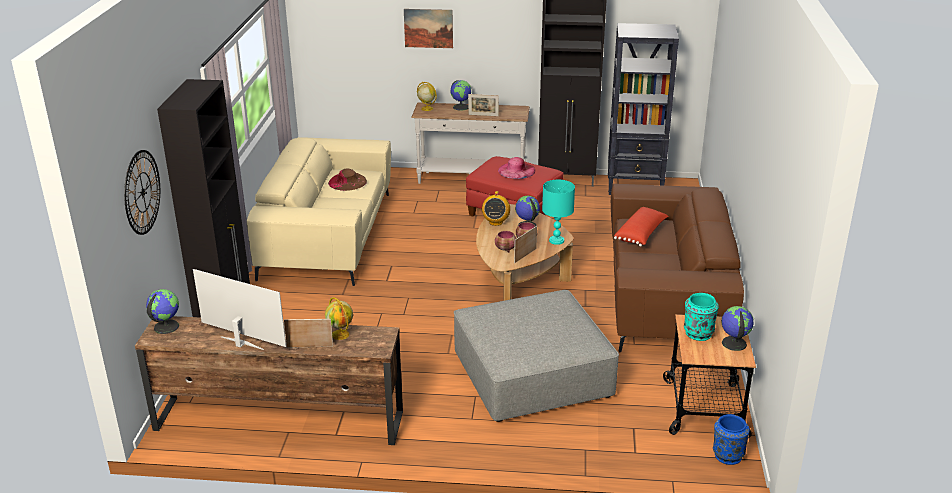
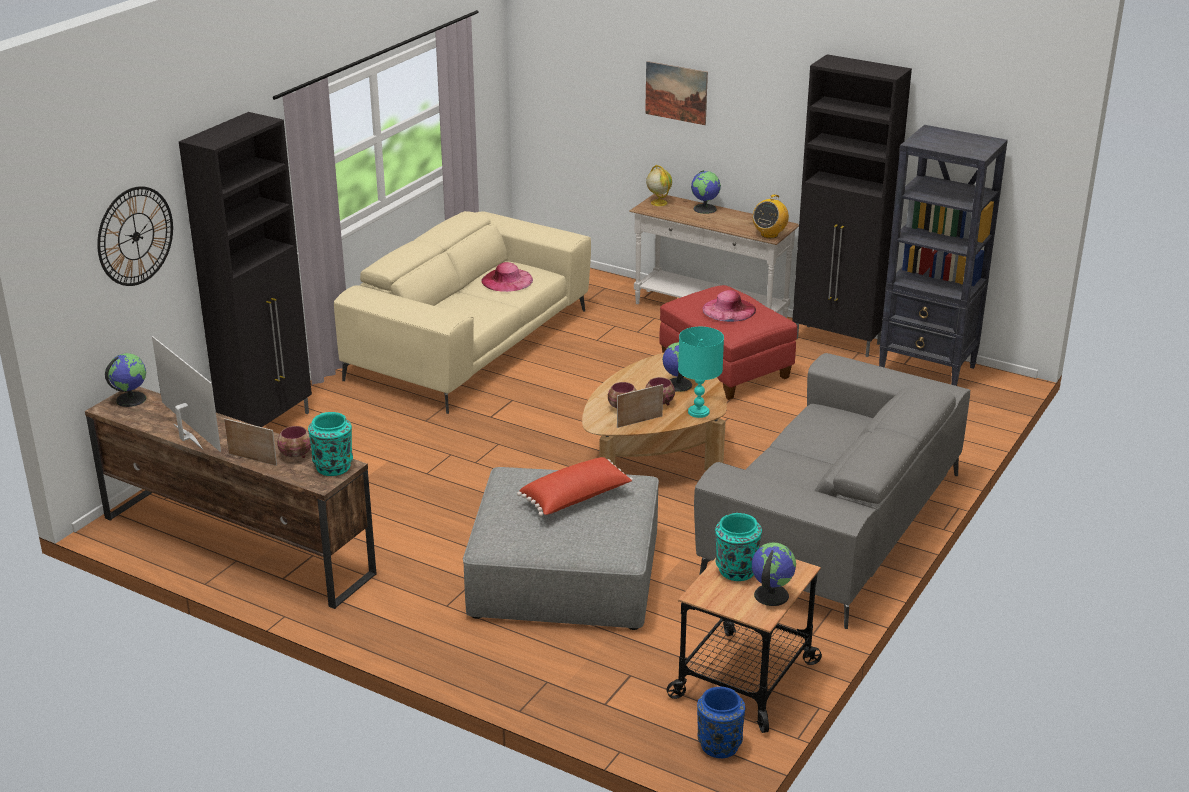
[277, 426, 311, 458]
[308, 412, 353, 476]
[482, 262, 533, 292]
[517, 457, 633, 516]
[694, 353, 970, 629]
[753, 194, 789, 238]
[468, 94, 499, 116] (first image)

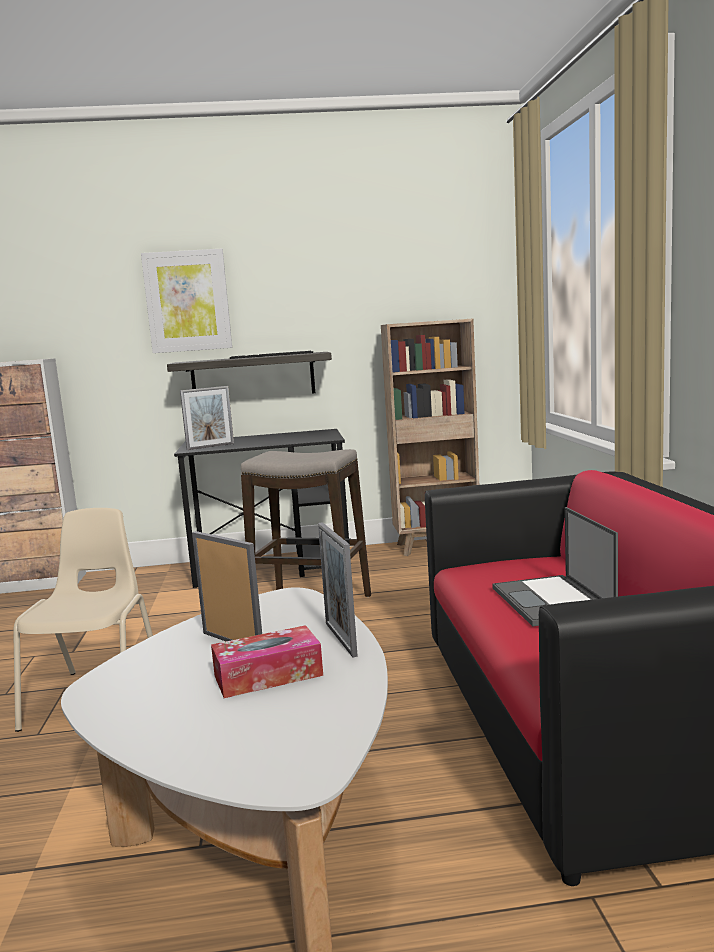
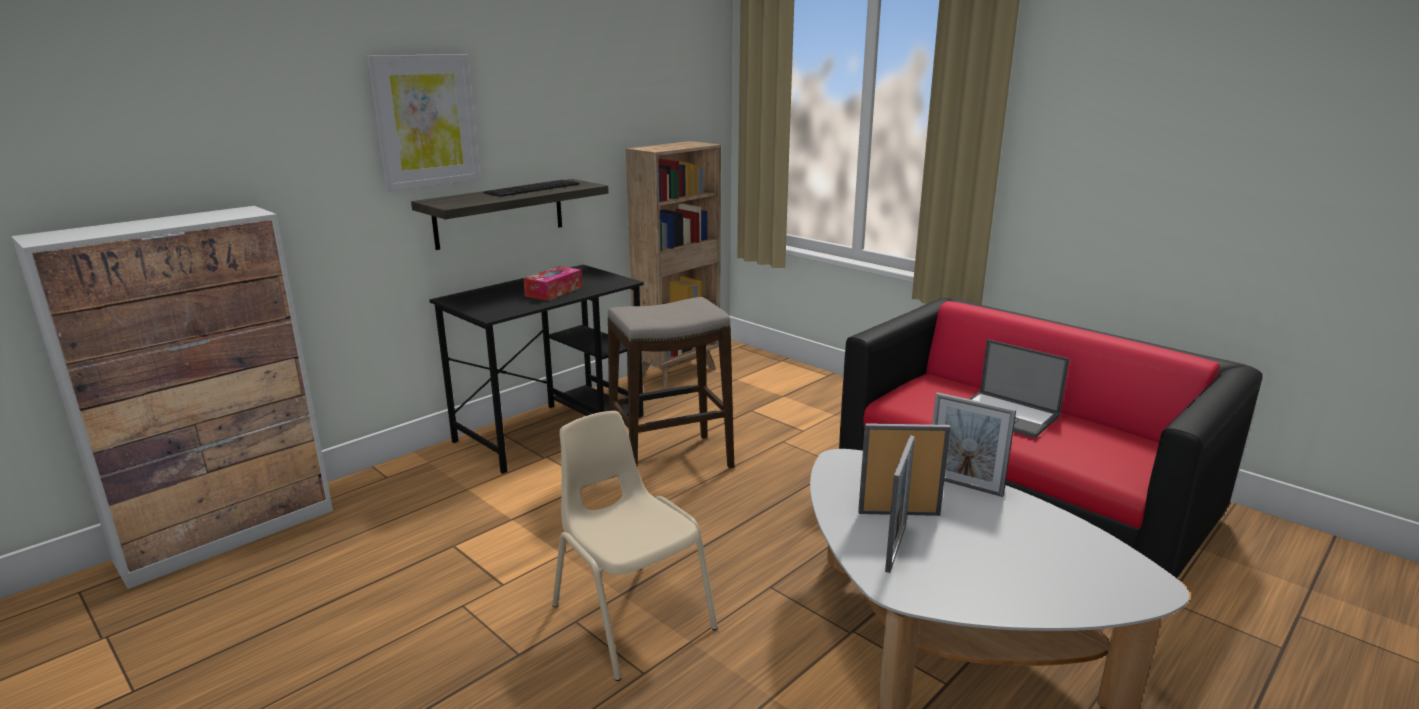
[523, 266, 582, 301]
[885, 435, 915, 573]

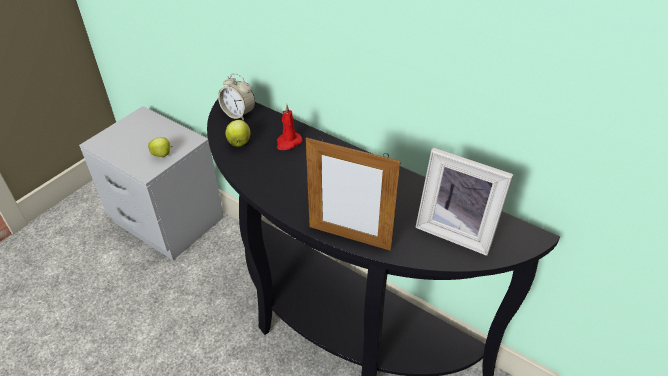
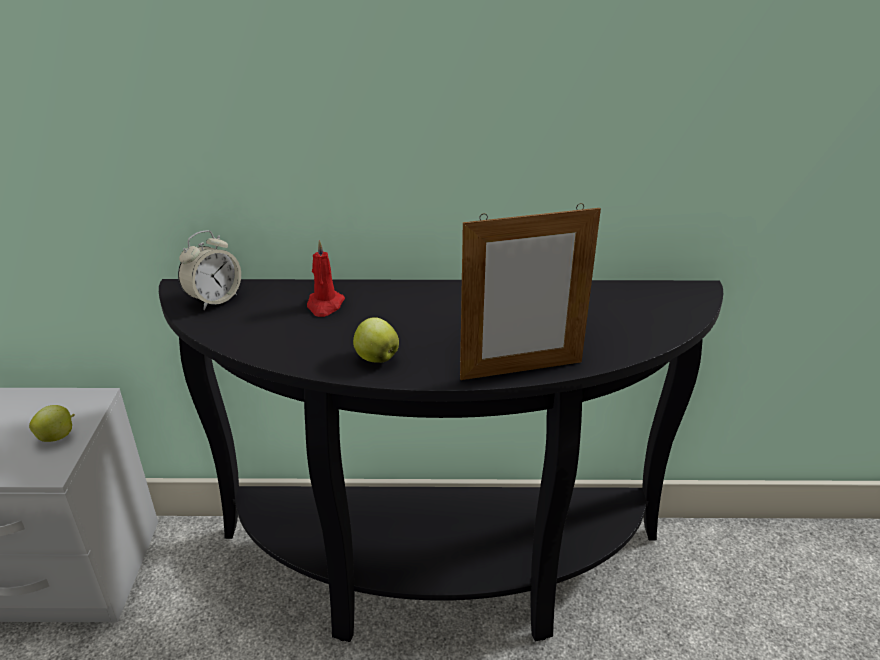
[178, 230, 241, 310]
[353, 317, 399, 363]
[415, 148, 514, 256] (first image)

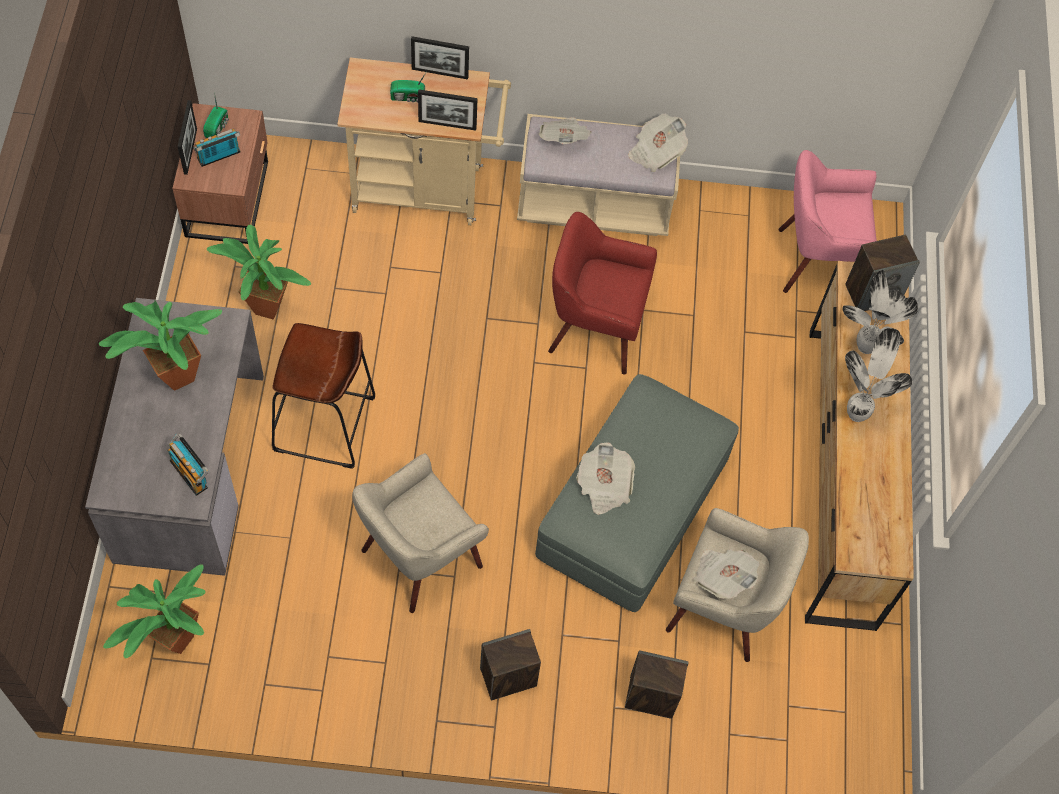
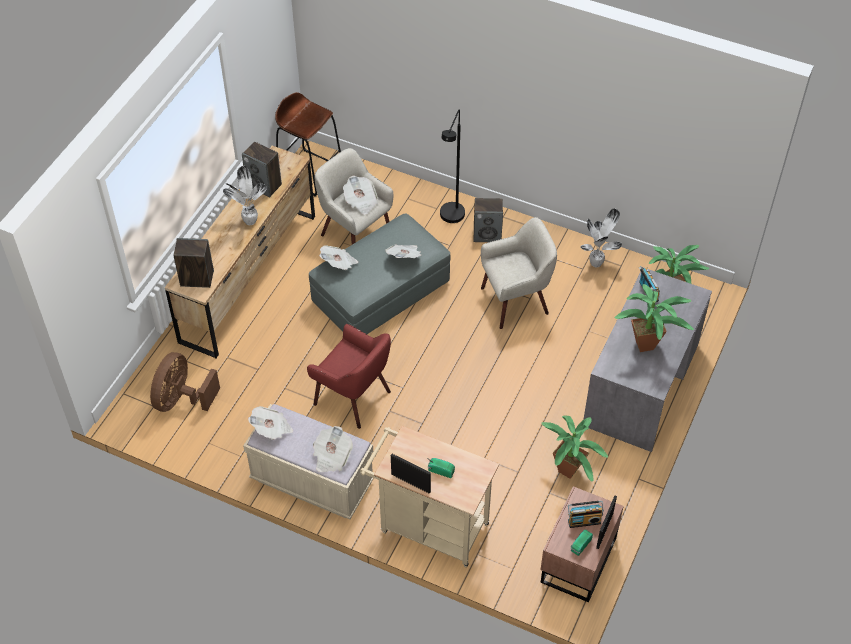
[150, 352, 220, 412]
[242, 142, 282, 198]
[275, 92, 341, 197]
[319, 245, 358, 270]
[440, 109, 465, 223]
[580, 209, 622, 267]
[418, 90, 478, 131] (first image)

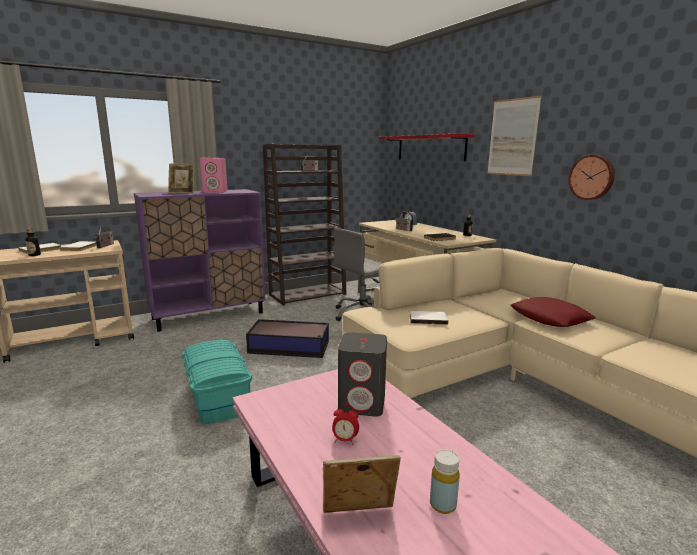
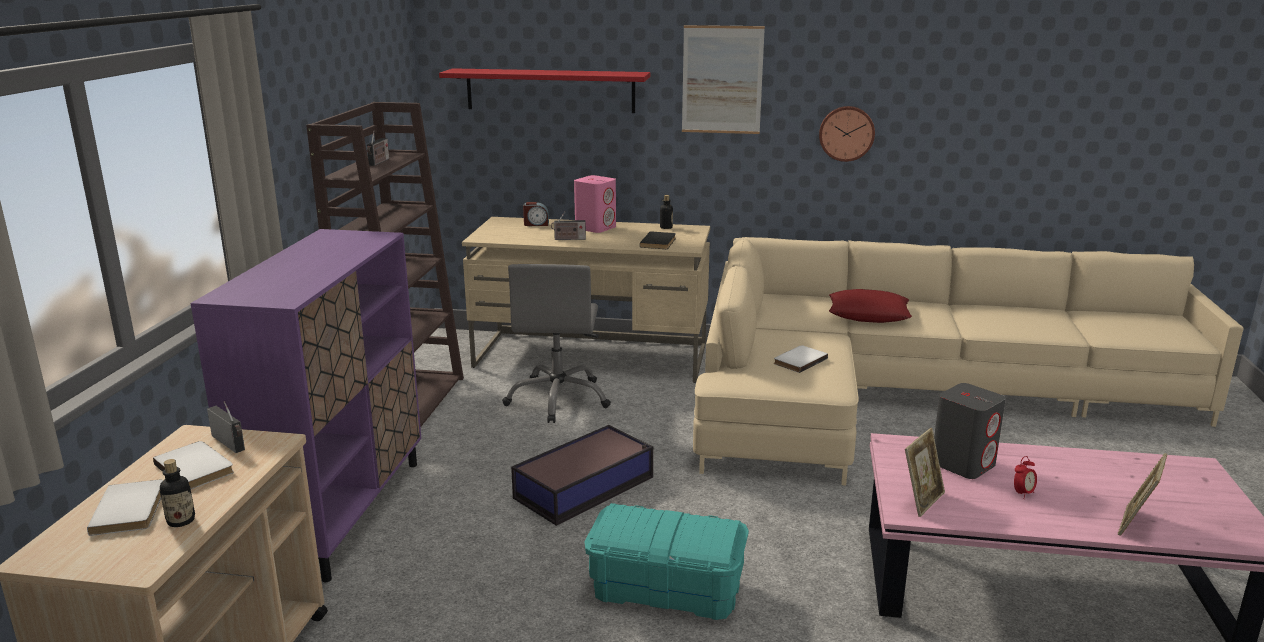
[574, 175, 616, 233]
[905, 428, 945, 517]
[430, 449, 460, 514] (first image)

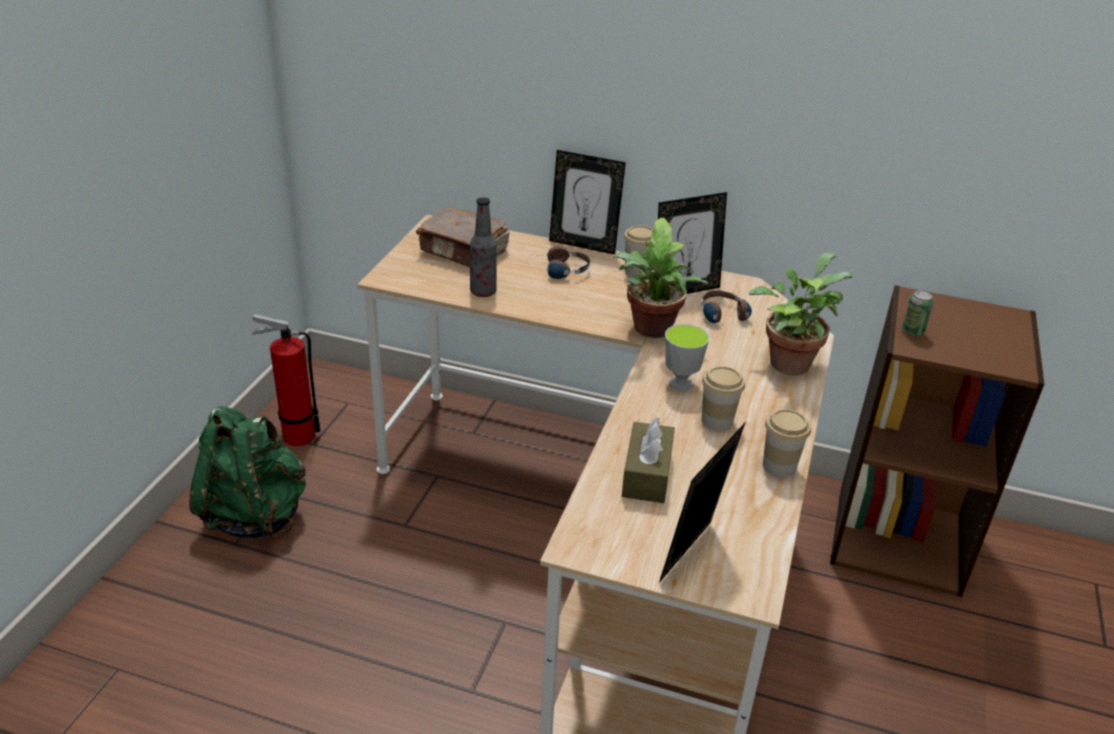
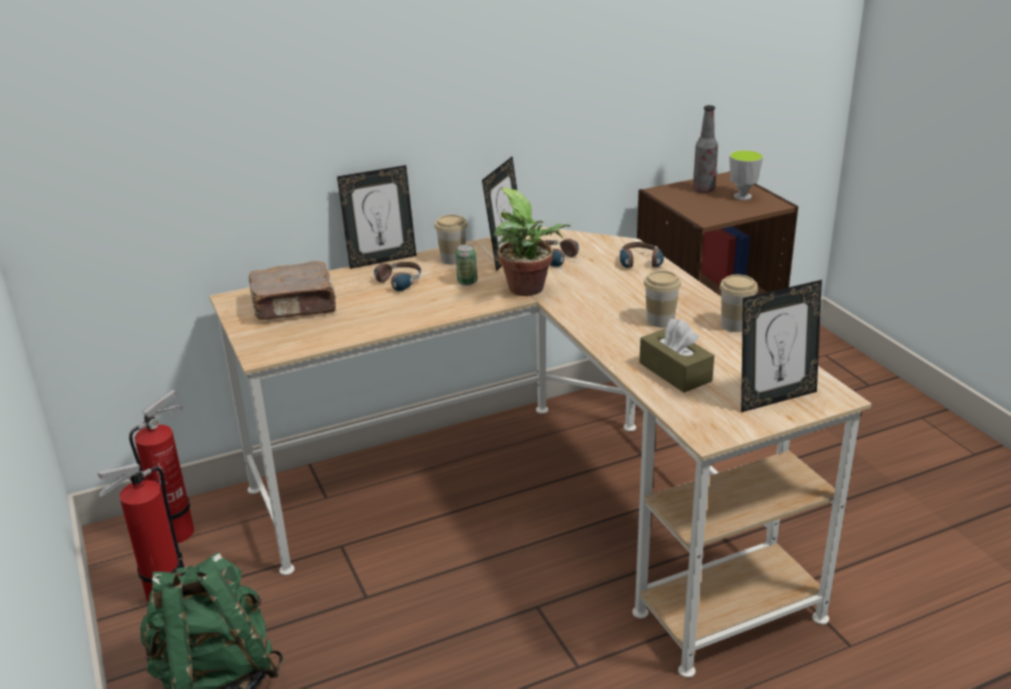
[129, 389, 194, 543]
[456, 244, 477, 286]
[620, 242, 664, 270]
[693, 105, 718, 193]
[729, 150, 763, 200]
[741, 280, 822, 412]

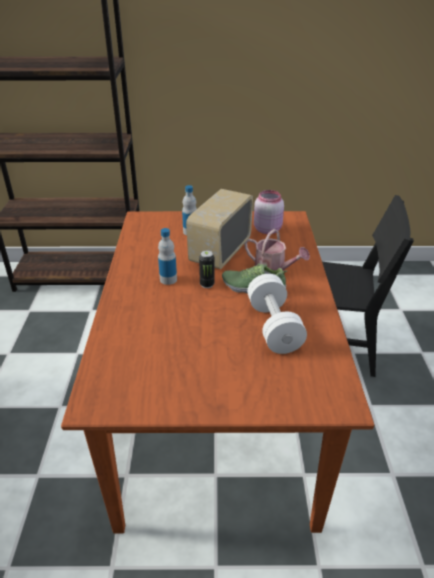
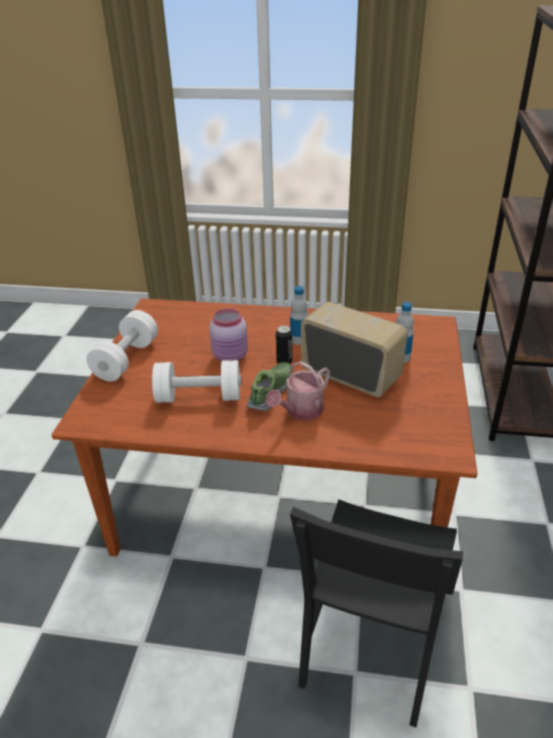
[87, 310, 158, 381]
[209, 309, 248, 362]

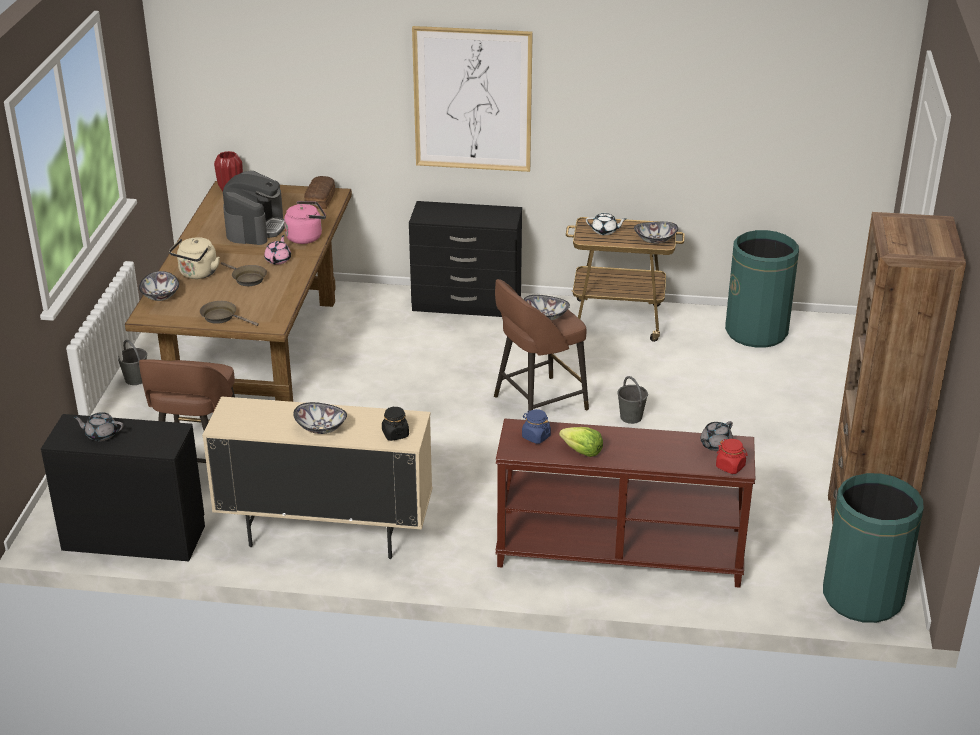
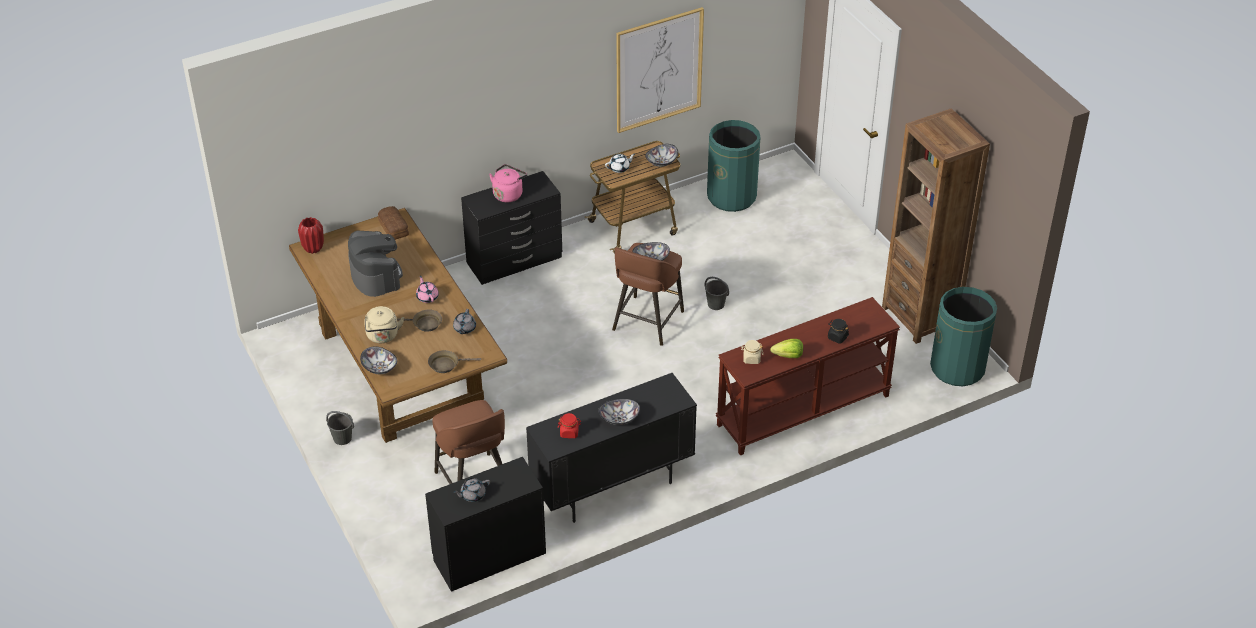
[453, 309, 476, 334]
[489, 164, 527, 202]
[526, 373, 697, 523]
[558, 413, 581, 438]
[616, 7, 704, 133]
[741, 340, 763, 364]
[828, 319, 849, 344]

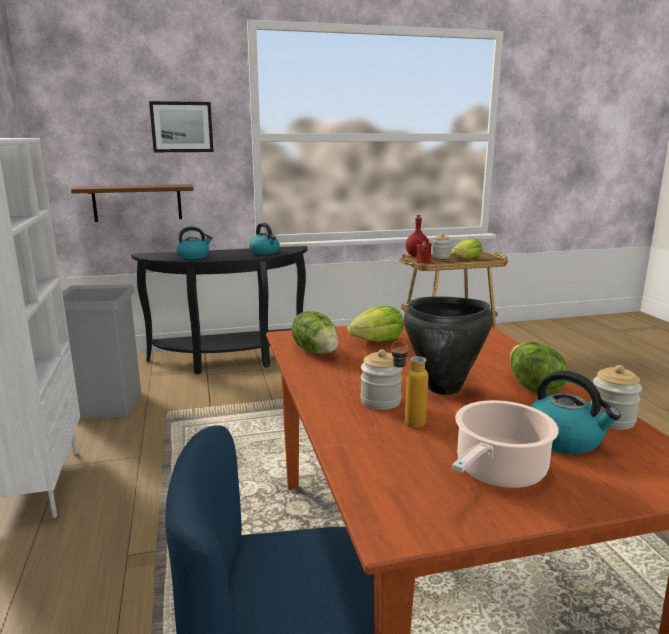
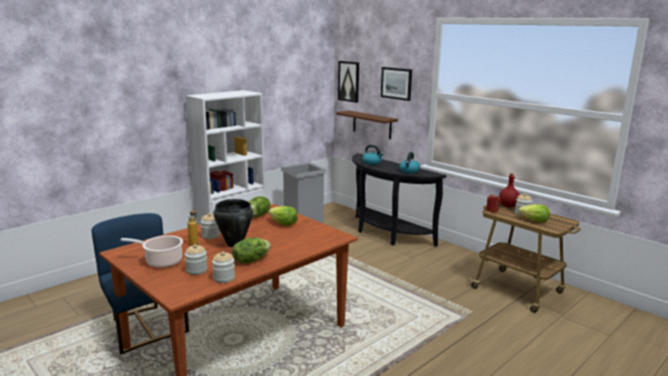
[185, 244, 208, 275]
[338, 61, 359, 103]

